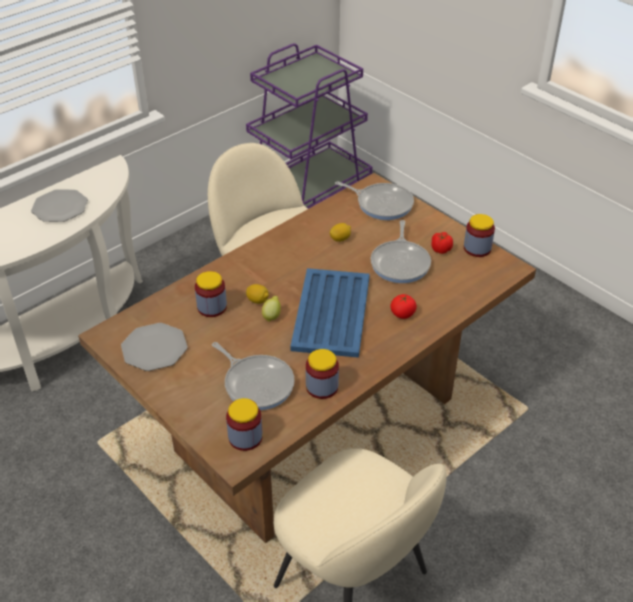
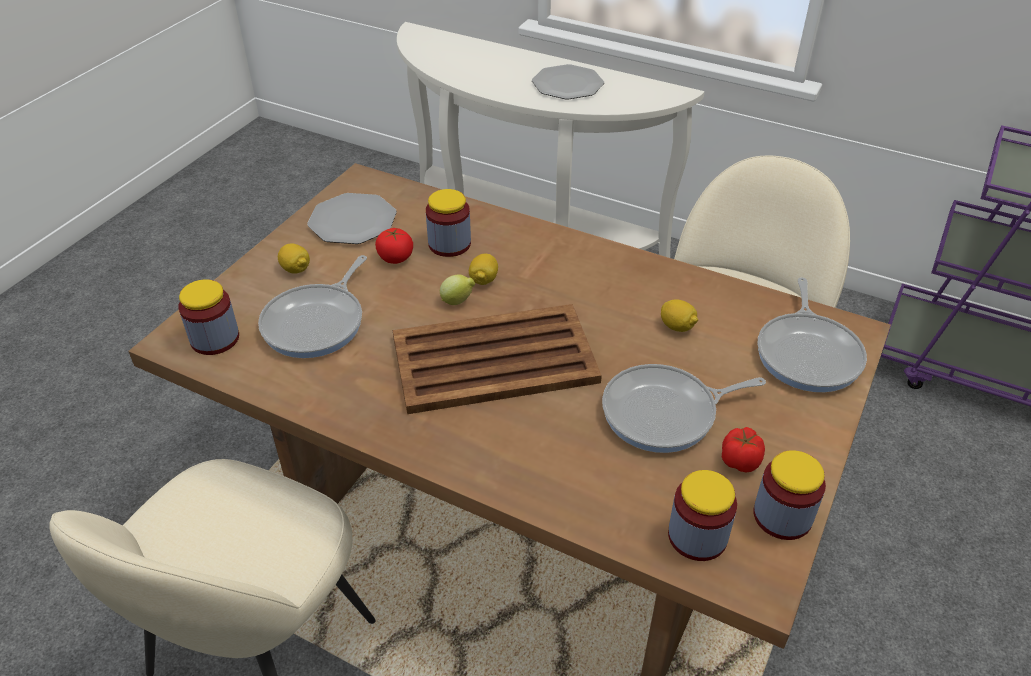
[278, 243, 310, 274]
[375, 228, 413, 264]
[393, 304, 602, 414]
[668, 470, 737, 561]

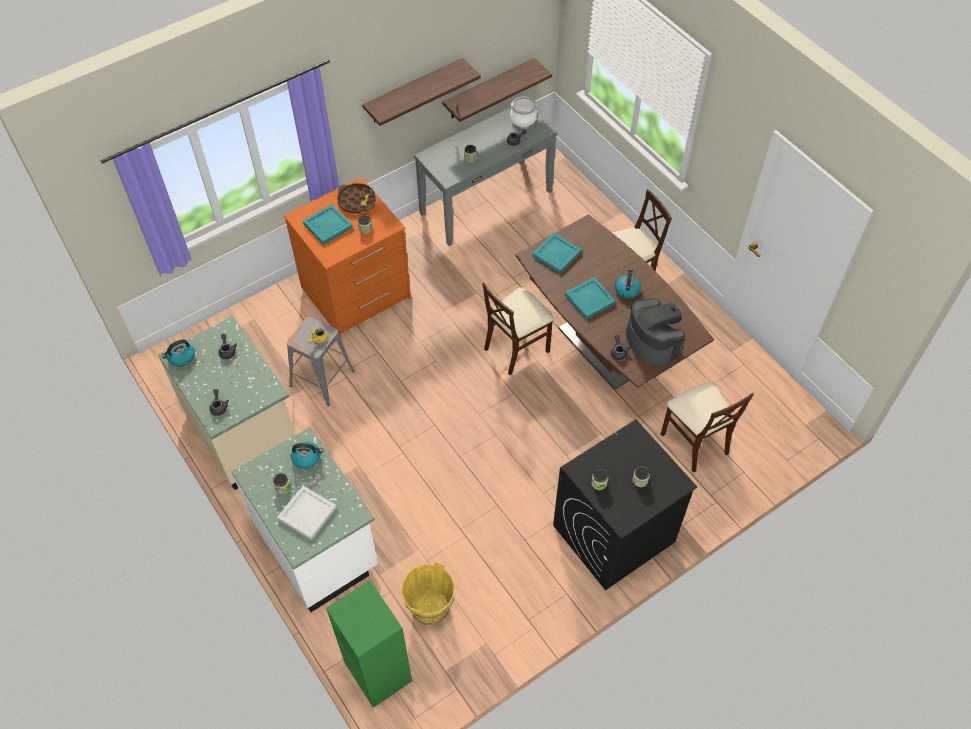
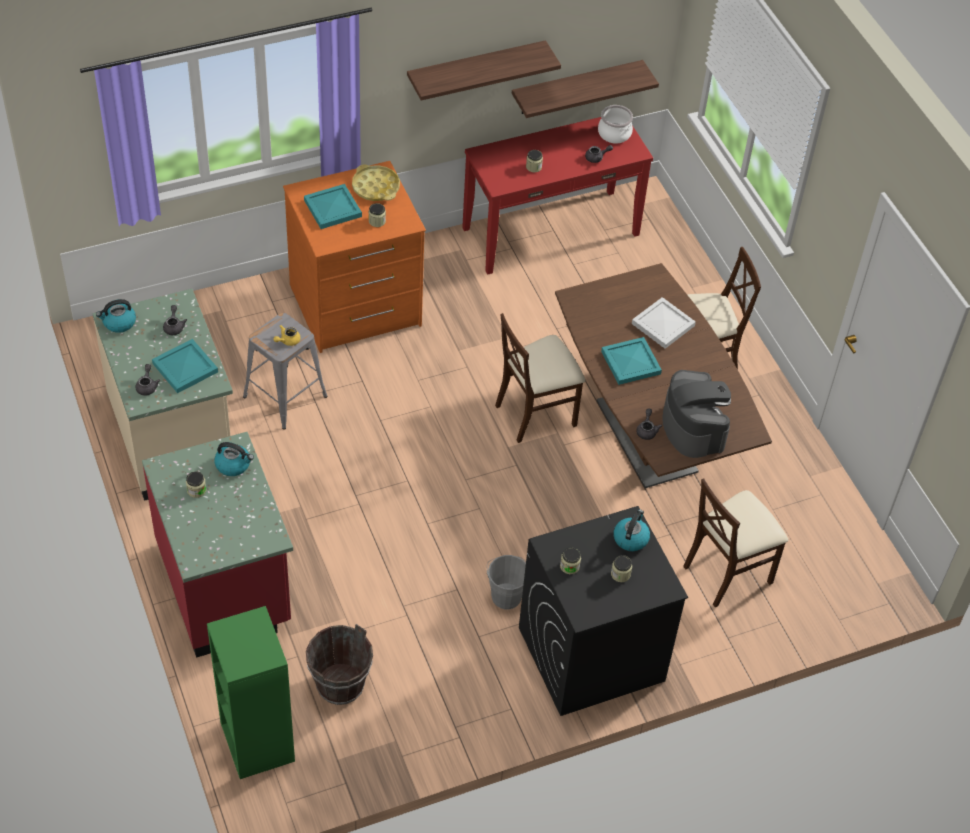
[142, 432, 293, 658]
[152, 339, 218, 393]
[306, 624, 373, 705]
[352, 164, 400, 201]
[462, 117, 653, 274]
[486, 555, 526, 609]
[613, 509, 650, 551]
[632, 297, 696, 349]
[683, 478, 788, 608]

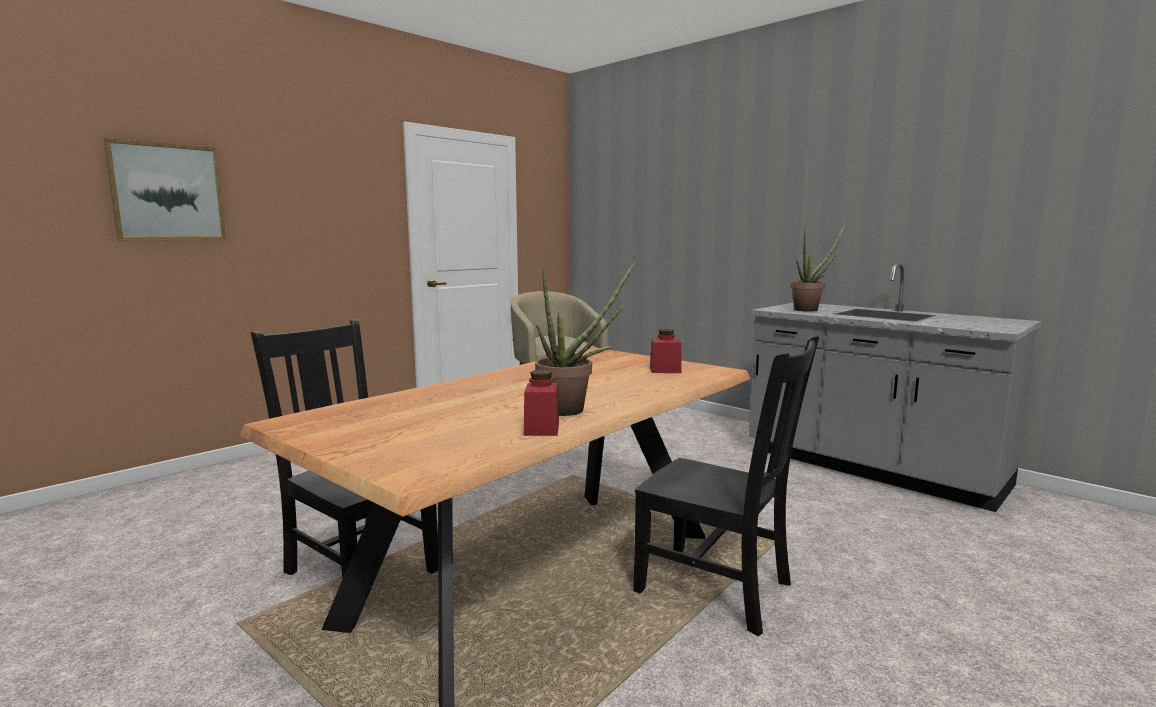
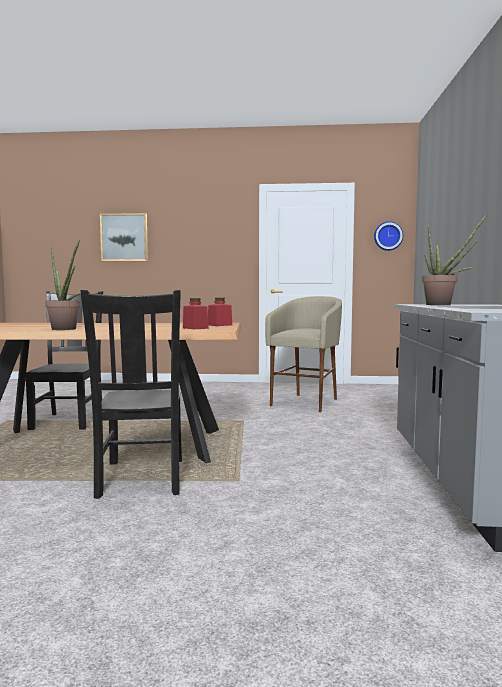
[208, 298, 232, 326]
[374, 221, 403, 251]

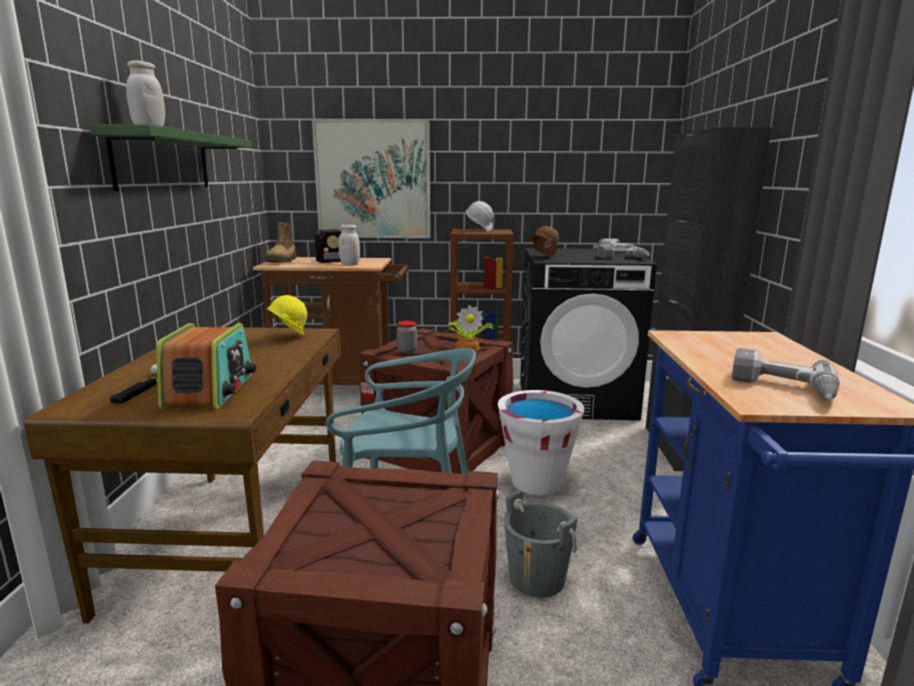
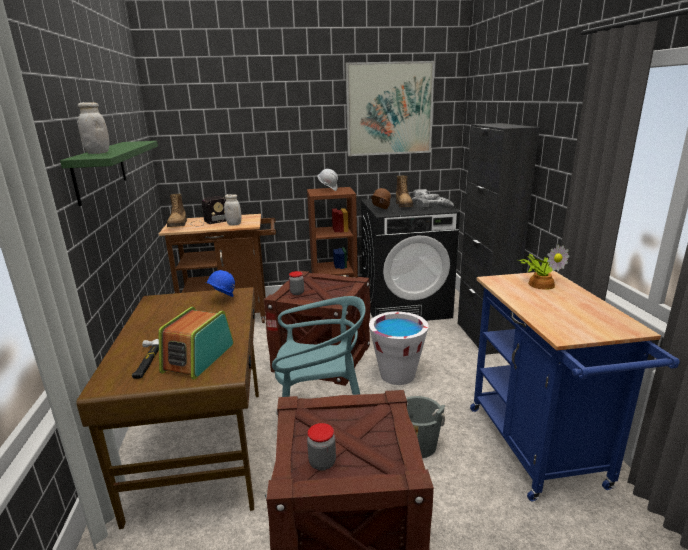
[158, 307, 234, 379]
[206, 270, 235, 297]
[307, 423, 336, 471]
[345, 61, 435, 156]
[396, 176, 413, 207]
[517, 244, 570, 290]
[732, 348, 840, 400] (first image)

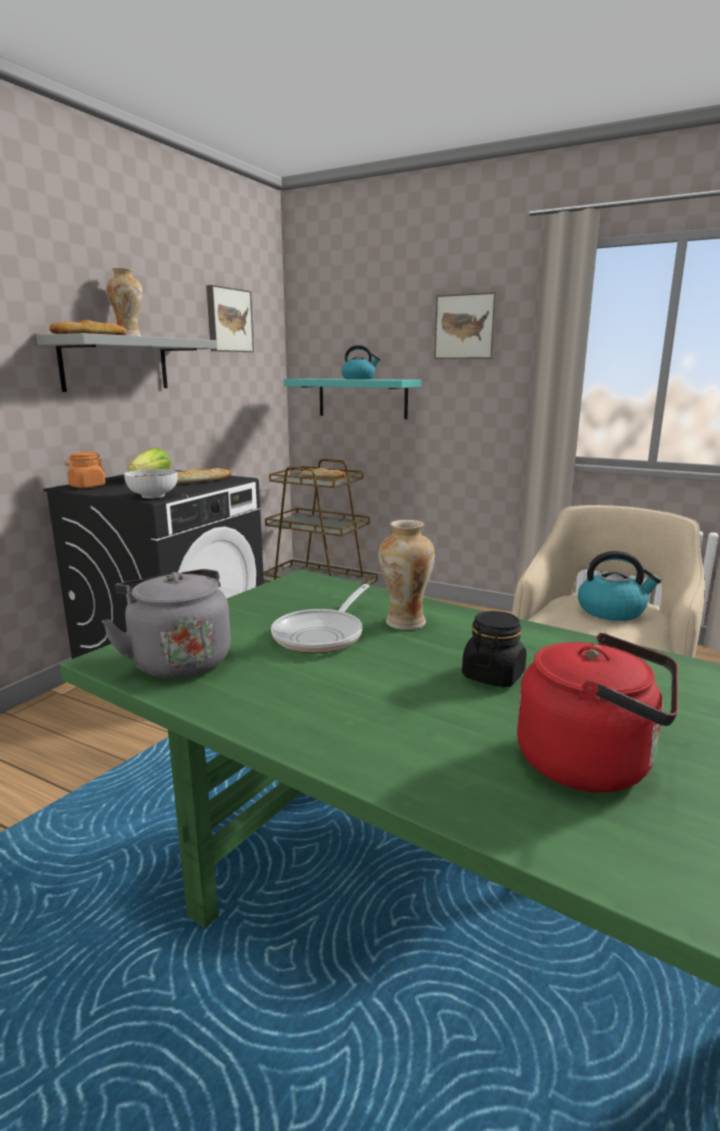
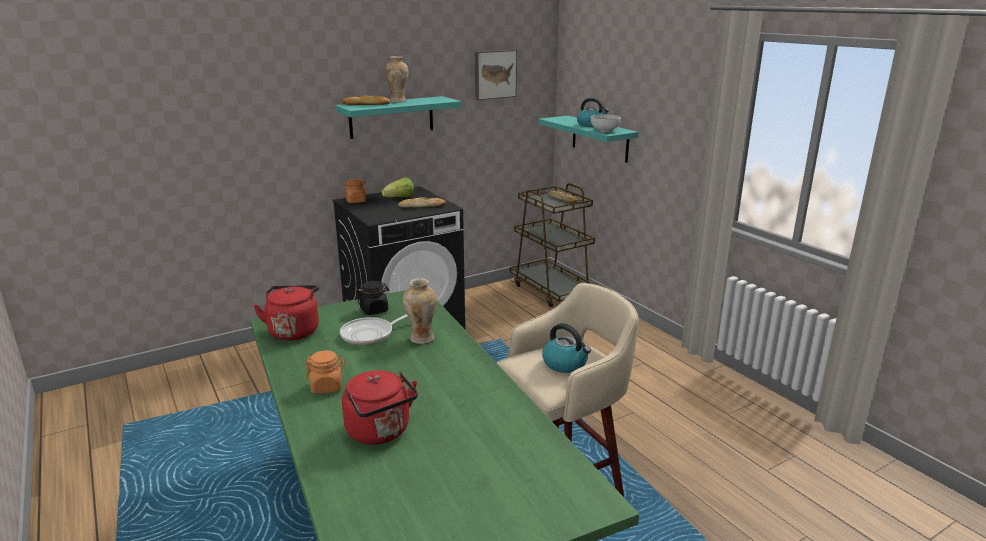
[253, 285, 319, 341]
[305, 350, 345, 394]
[335, 96, 461, 139]
[358, 281, 389, 315]
[591, 115, 621, 132]
[434, 292, 498, 359] (first image)

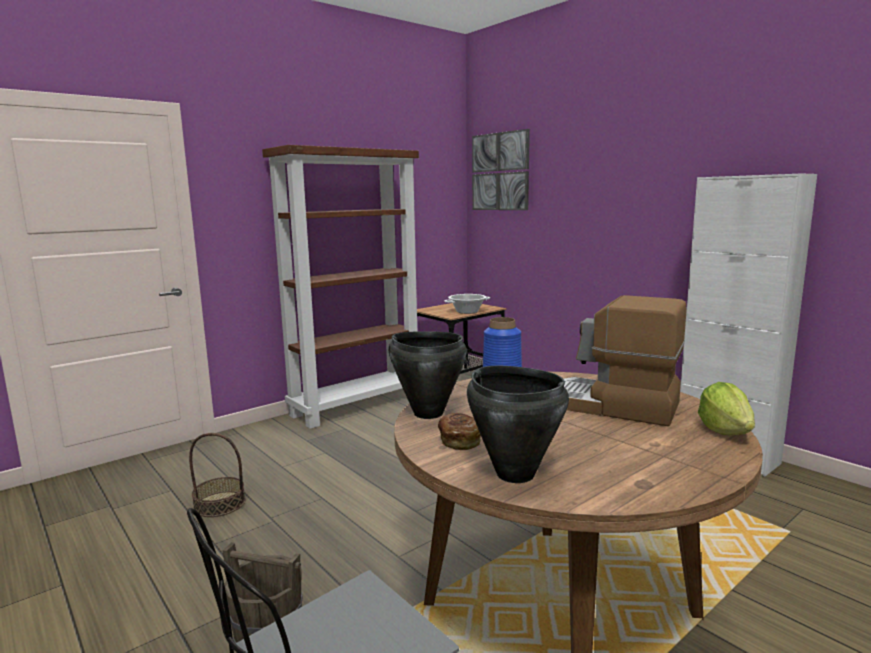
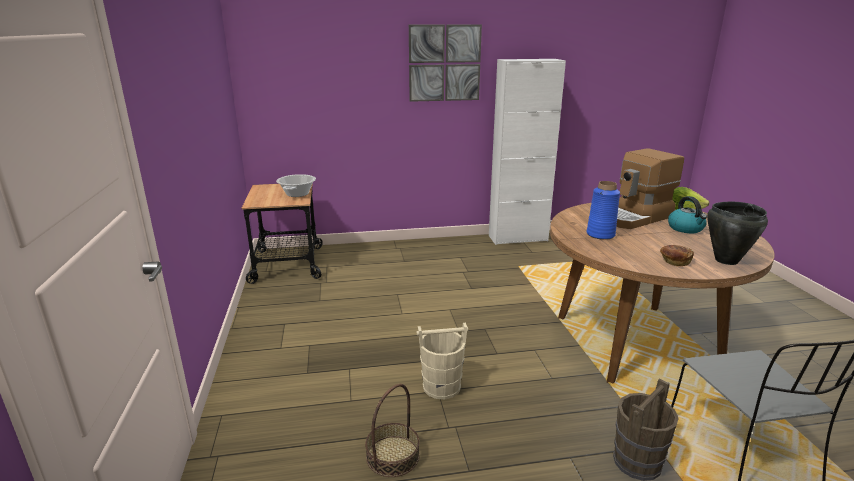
[409, 25, 482, 102]
[417, 322, 468, 399]
[668, 196, 707, 233]
[262, 145, 419, 429] (first image)
[389, 331, 467, 419] (first image)

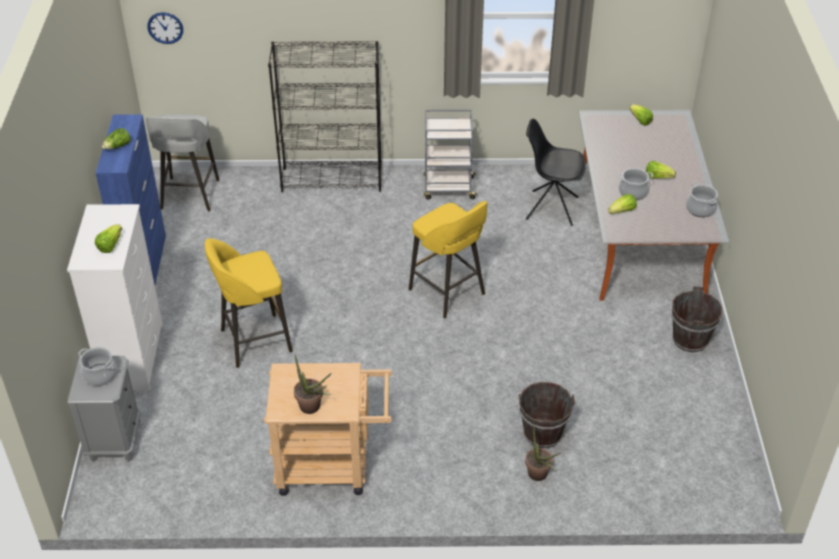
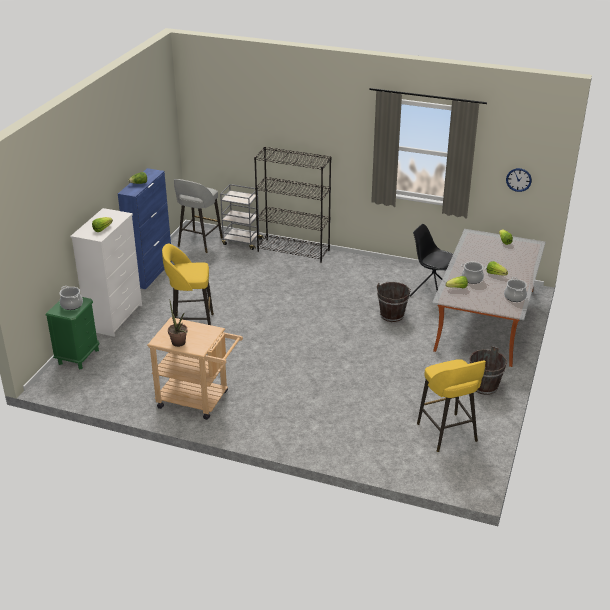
[46, 297, 99, 370]
[220, 184, 264, 250]
[377, 282, 411, 322]
[417, 359, 486, 452]
[506, 168, 532, 192]
[525, 427, 560, 481] (first image)

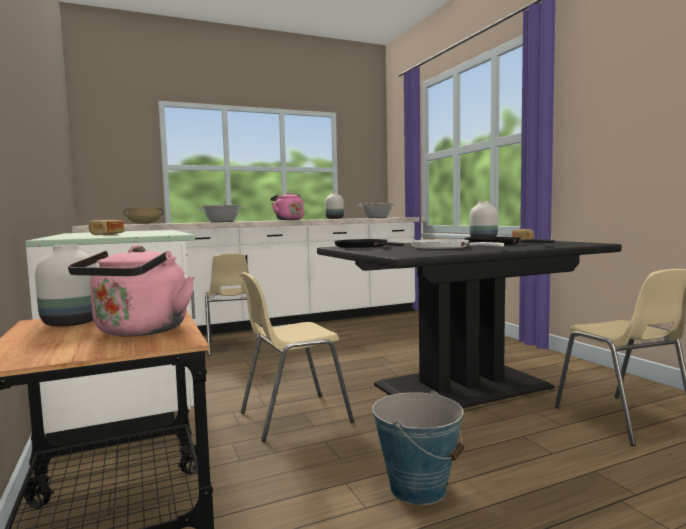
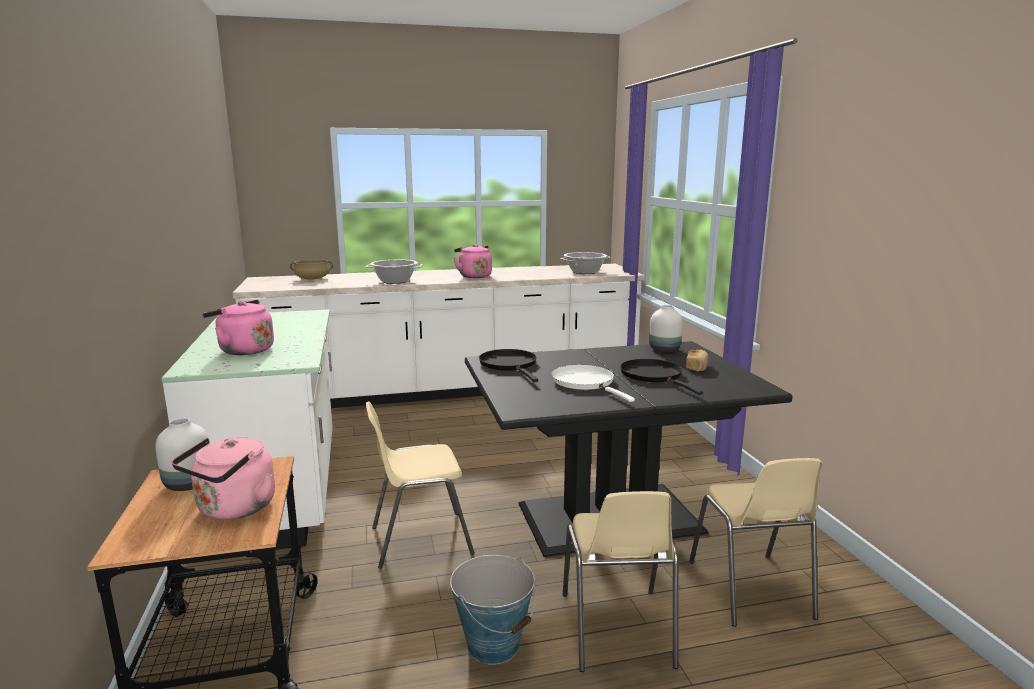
[203, 300, 274, 355]
[563, 491, 678, 672]
[325, 192, 344, 219] (first image)

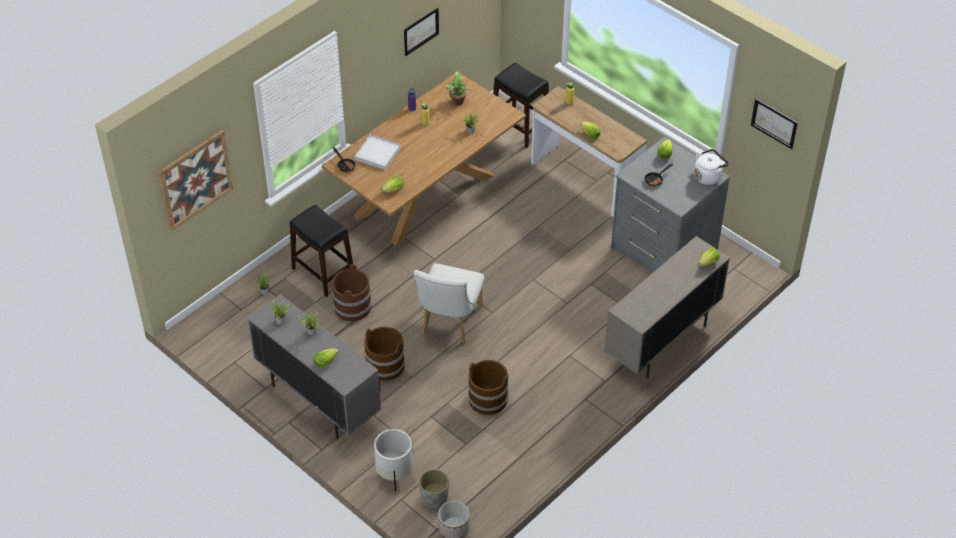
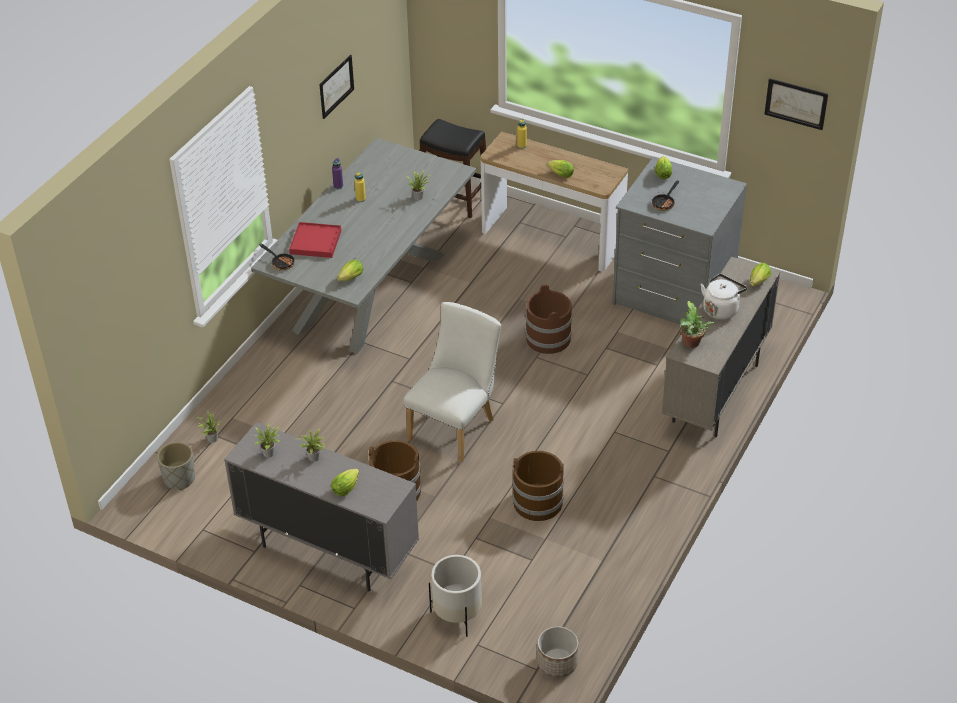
[157, 442, 195, 490]
[251, 138, 476, 354]
[289, 222, 341, 258]
[404, 302, 501, 463]
[525, 284, 572, 354]
[679, 301, 714, 348]
[700, 274, 747, 320]
[158, 129, 234, 231] (first image)
[290, 205, 353, 297] (first image)

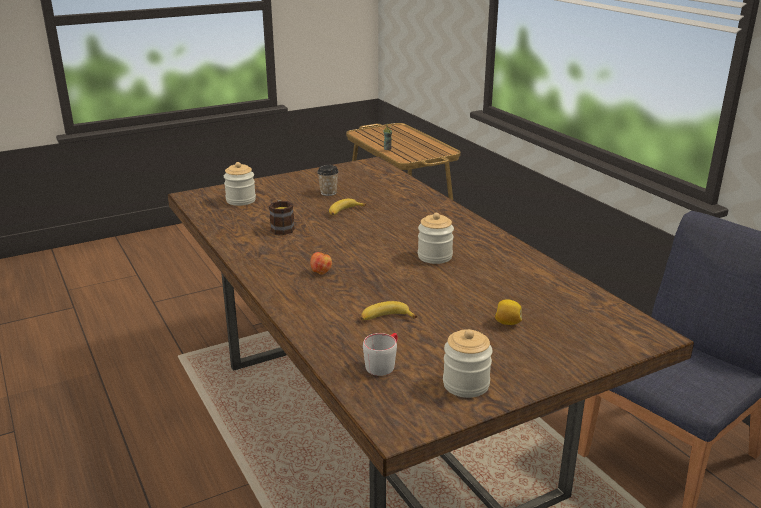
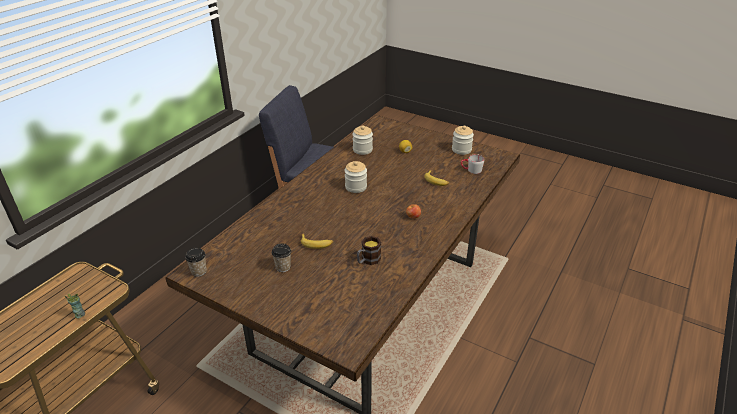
[185, 248, 207, 277]
[352, 126, 373, 155]

